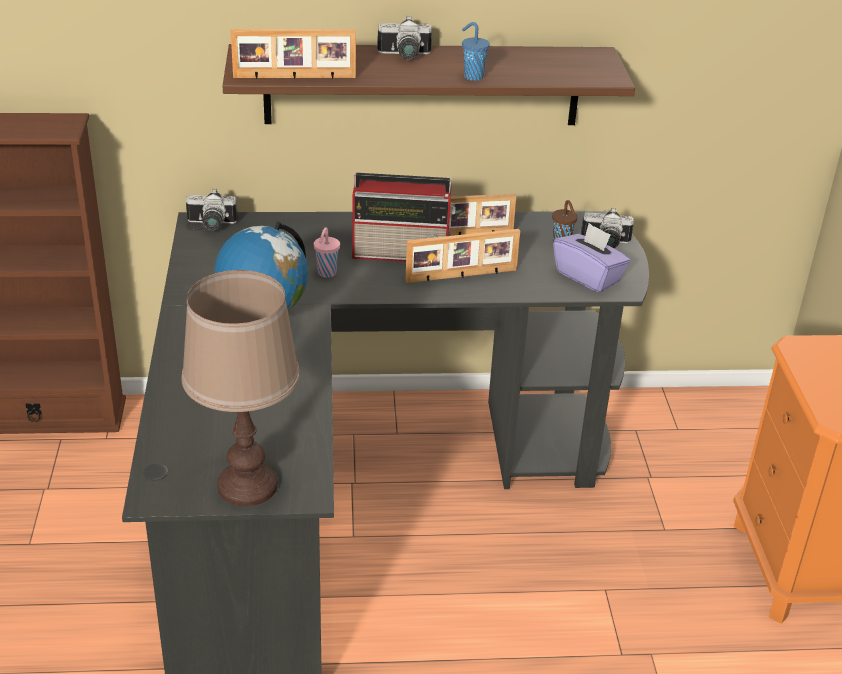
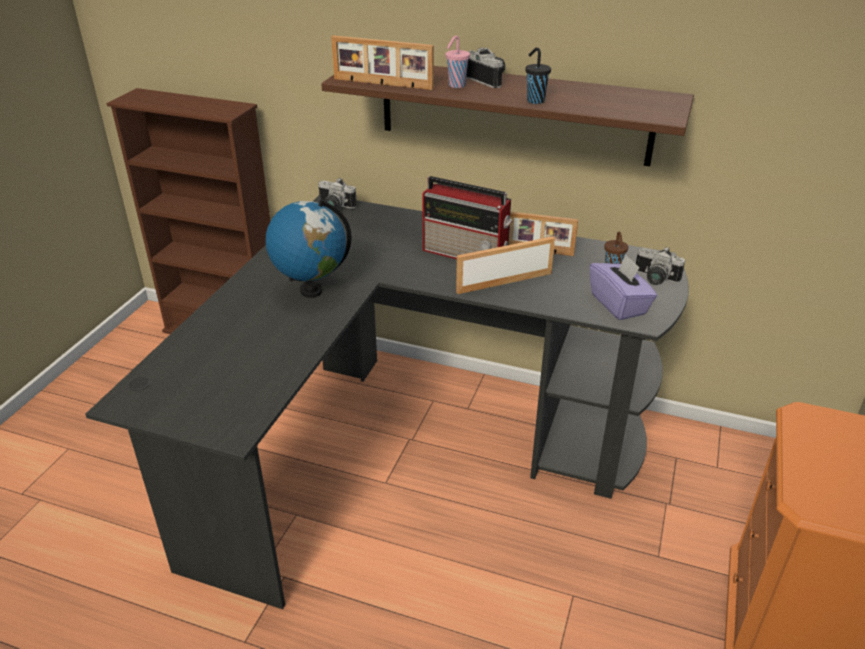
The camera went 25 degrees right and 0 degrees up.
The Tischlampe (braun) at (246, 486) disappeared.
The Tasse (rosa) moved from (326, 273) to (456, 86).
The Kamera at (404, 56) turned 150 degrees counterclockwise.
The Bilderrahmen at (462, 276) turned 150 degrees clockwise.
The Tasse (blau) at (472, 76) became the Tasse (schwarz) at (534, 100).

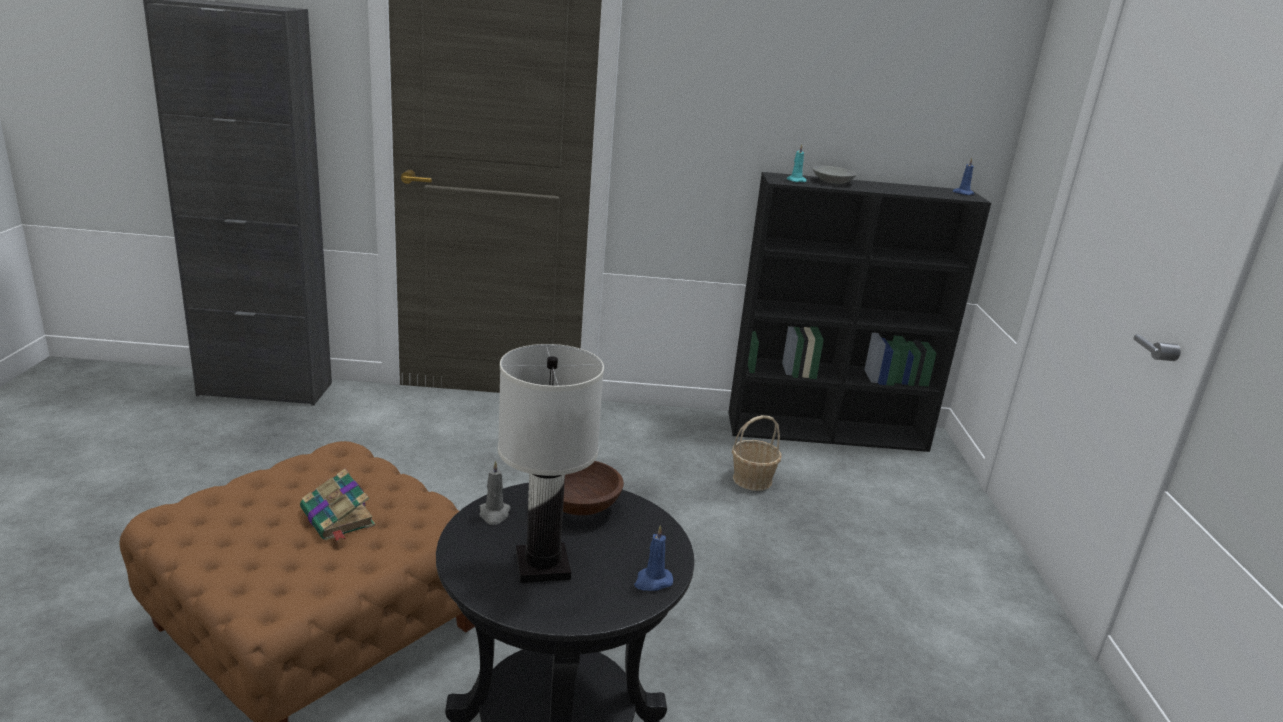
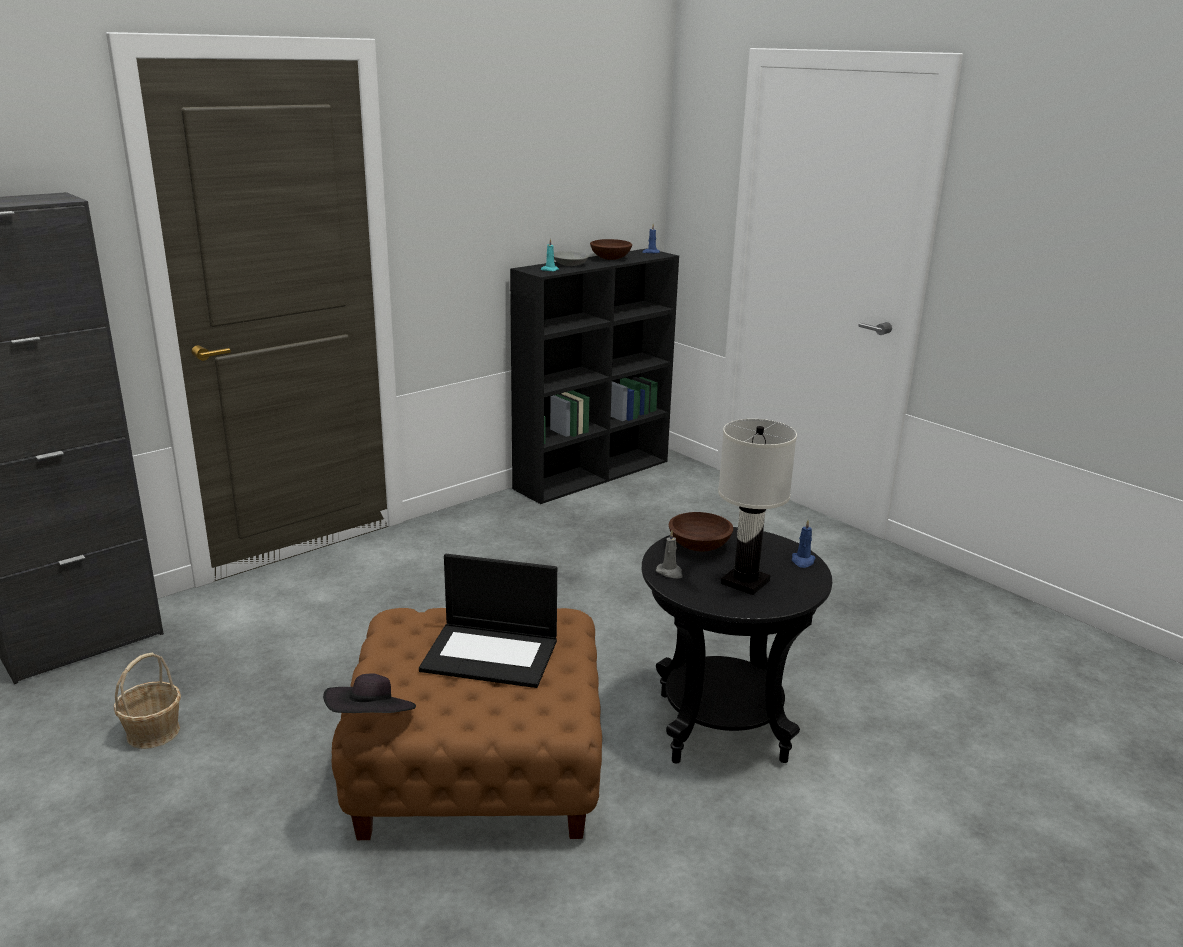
The camera went 40 degrees left and 0 degrees up.
The Buch at (338, 518) was replaced by the Laptop at (492, 654).
The Korb moved from (752, 480) to (154, 732).
The Hut (schwarz) at (372, 721) appeared.
The Schüssel (braun) at (610, 258) appeared.

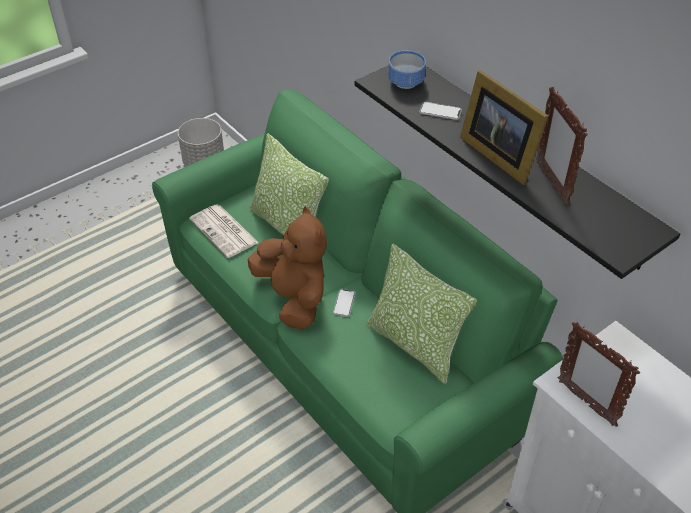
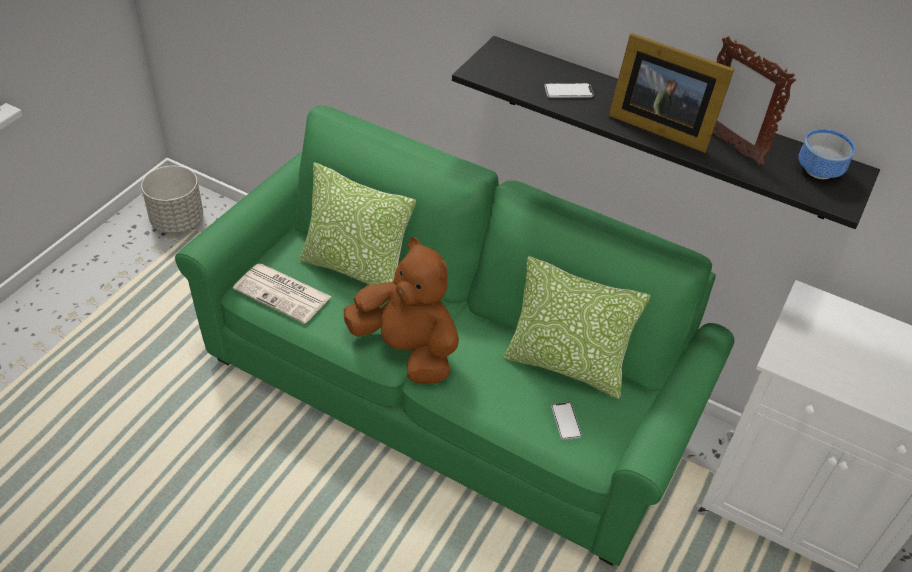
The camera went 25 degrees left and 0 degrees up.
The Handy moved from (344, 303) to (566, 421).
The Schüssel moved from (406, 83) to (820, 171).
The Bilderrahmen at (585, 402) disappeared.

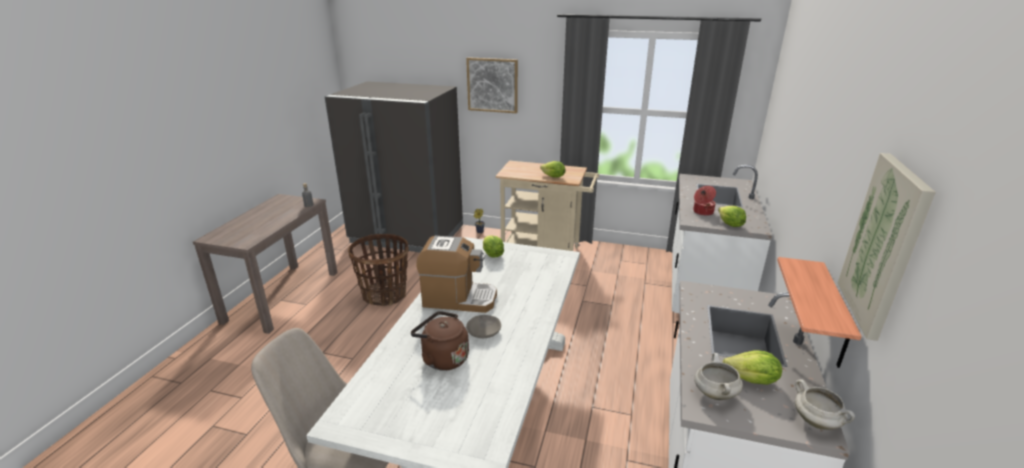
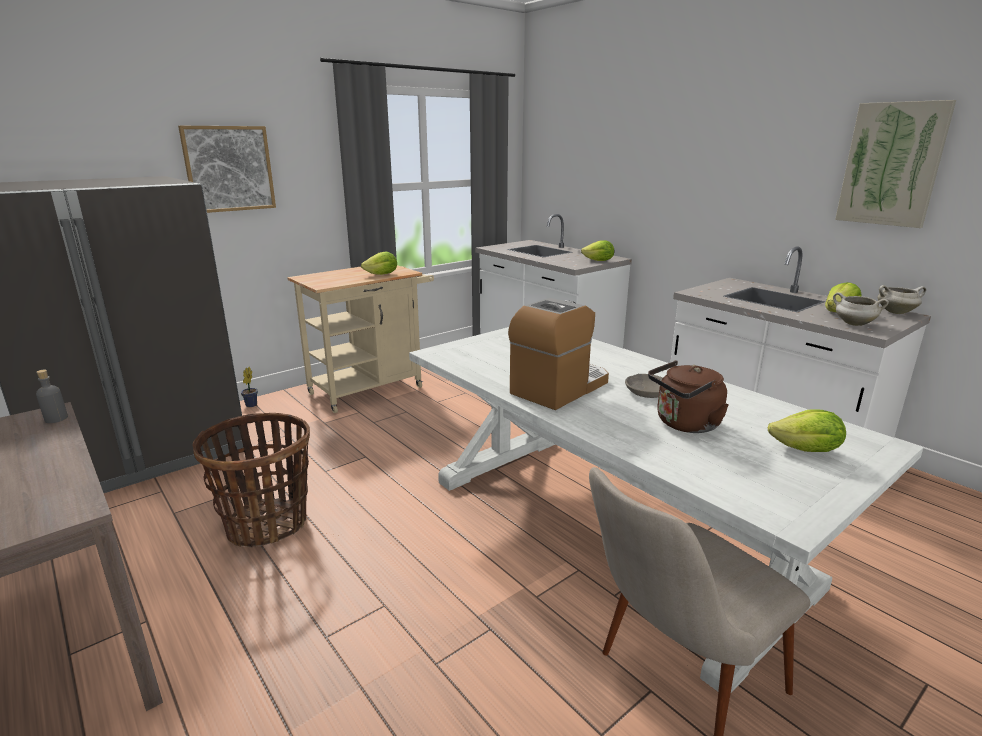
The camera went 55 degrees left and 5 degrees down.
The Salatkopf moved from (492, 255) to (806, 450).
The Kochtopf at (702, 212) disappeared.
The Wandregal at (833, 316) disappeared.

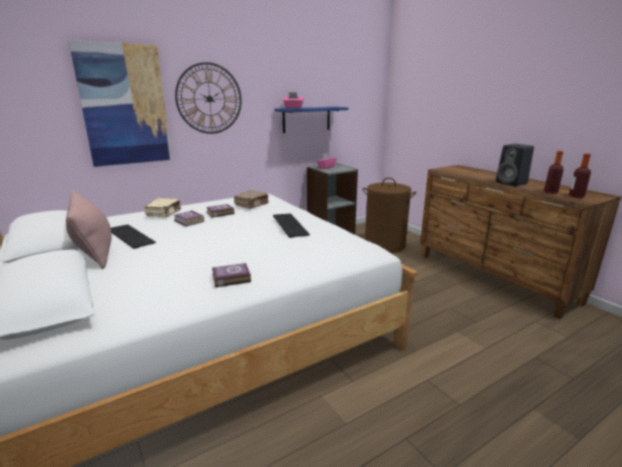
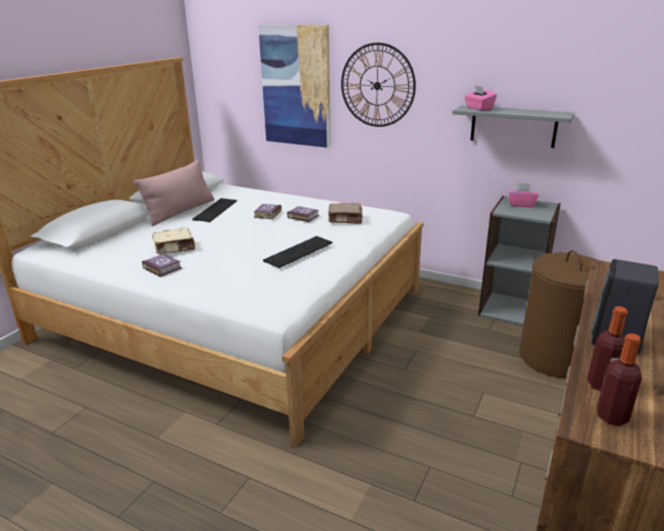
The camera went 60 degrees right and 5 degrees up.
The Buch (beige) moved from (164, 213) to (175, 248).
The Wandregal (blau) at (306, 119) became the Wandregal (grau) at (513, 126).

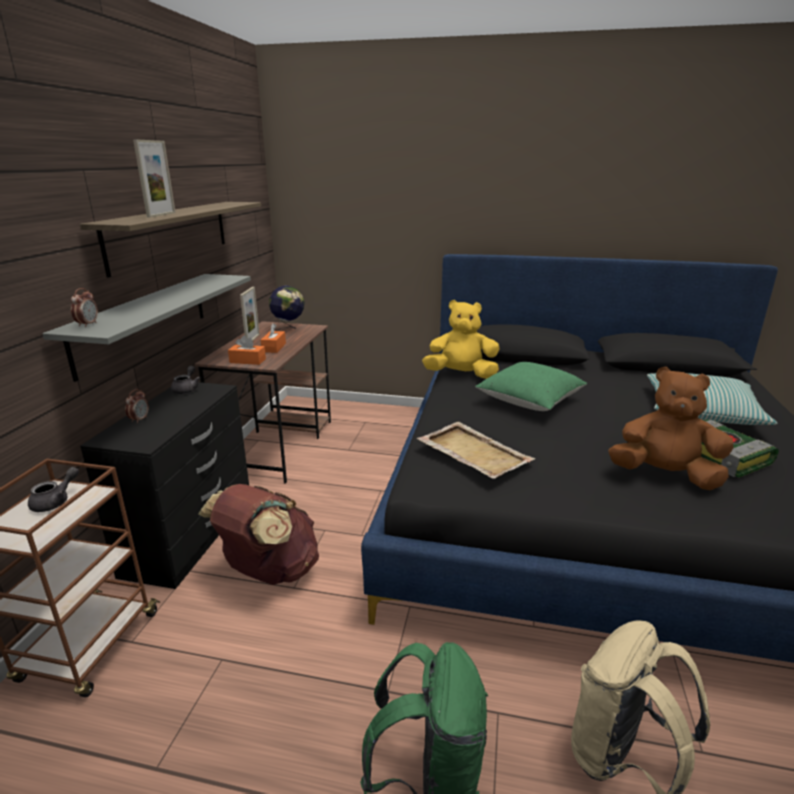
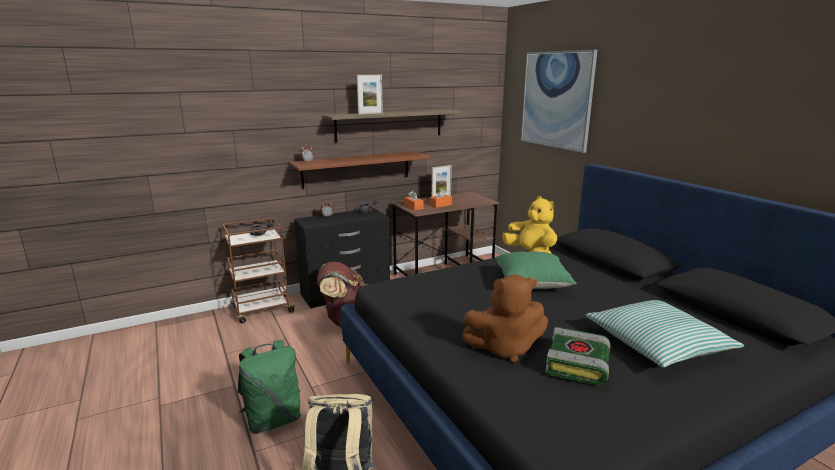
The camera went 50 degrees right and 5 degrees down.
The Wandregal (grau) at (144, 321) became the Wandregal (braun) at (356, 169).
The Globus at (289, 329) disappeared.
The Tablett (beige) at (473, 452) disappeared.
The Plüschtier (braun) at (664, 475) turned 105 degrees clockwise.
The Bild at (556, 100) appeared.

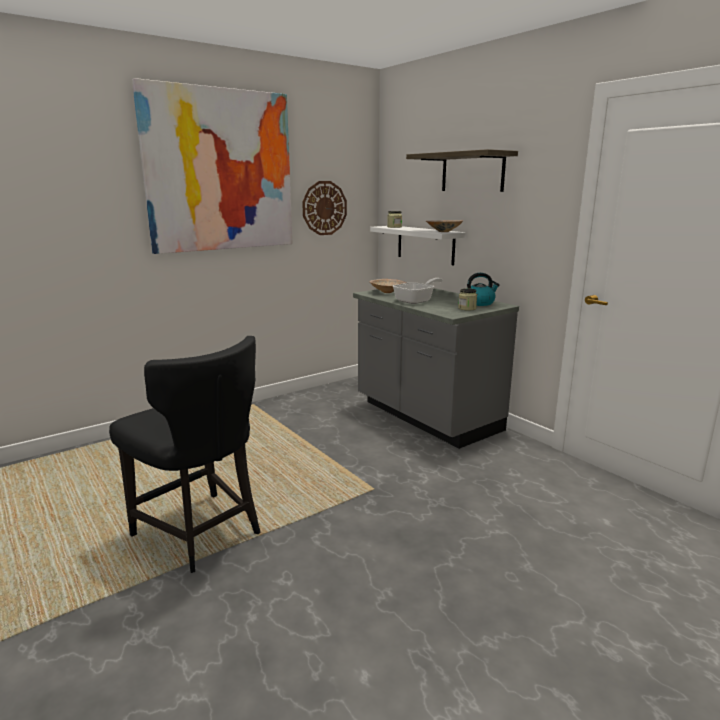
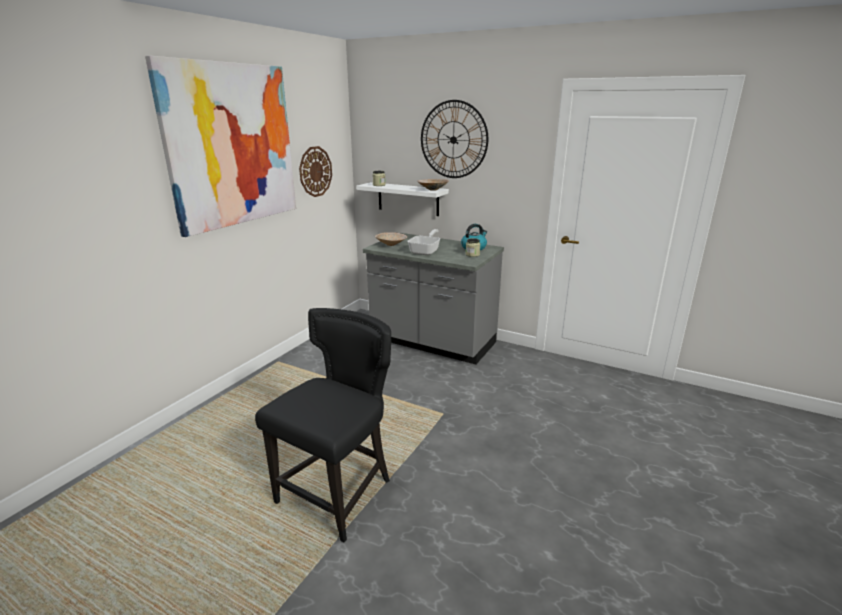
The camera went 25 degrees left and 5 degrees up.
The Stuhl (schwarz) at (200, 533) turned 75 degrees counterclockwise.
The Wandregal at (472, 172) was replaced by the Wanduhr at (453, 140).

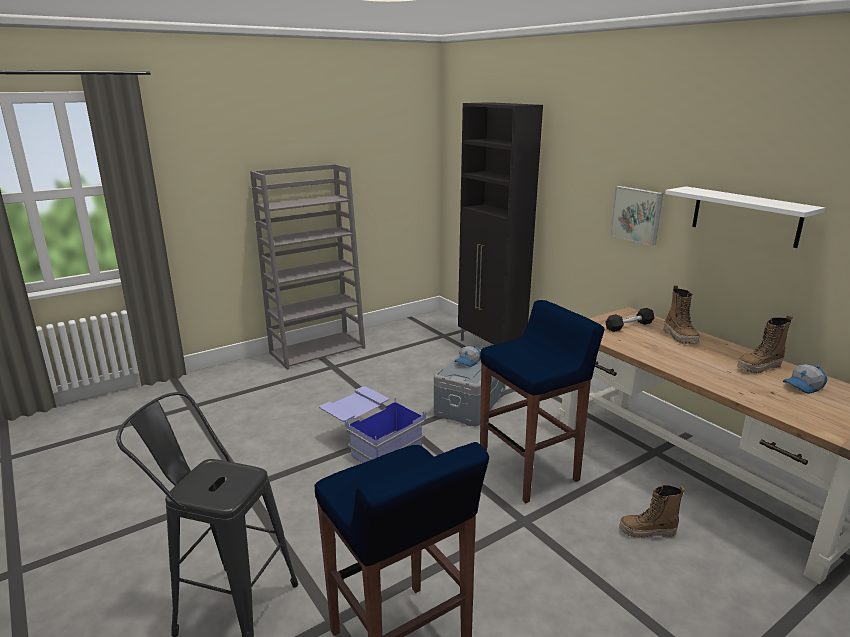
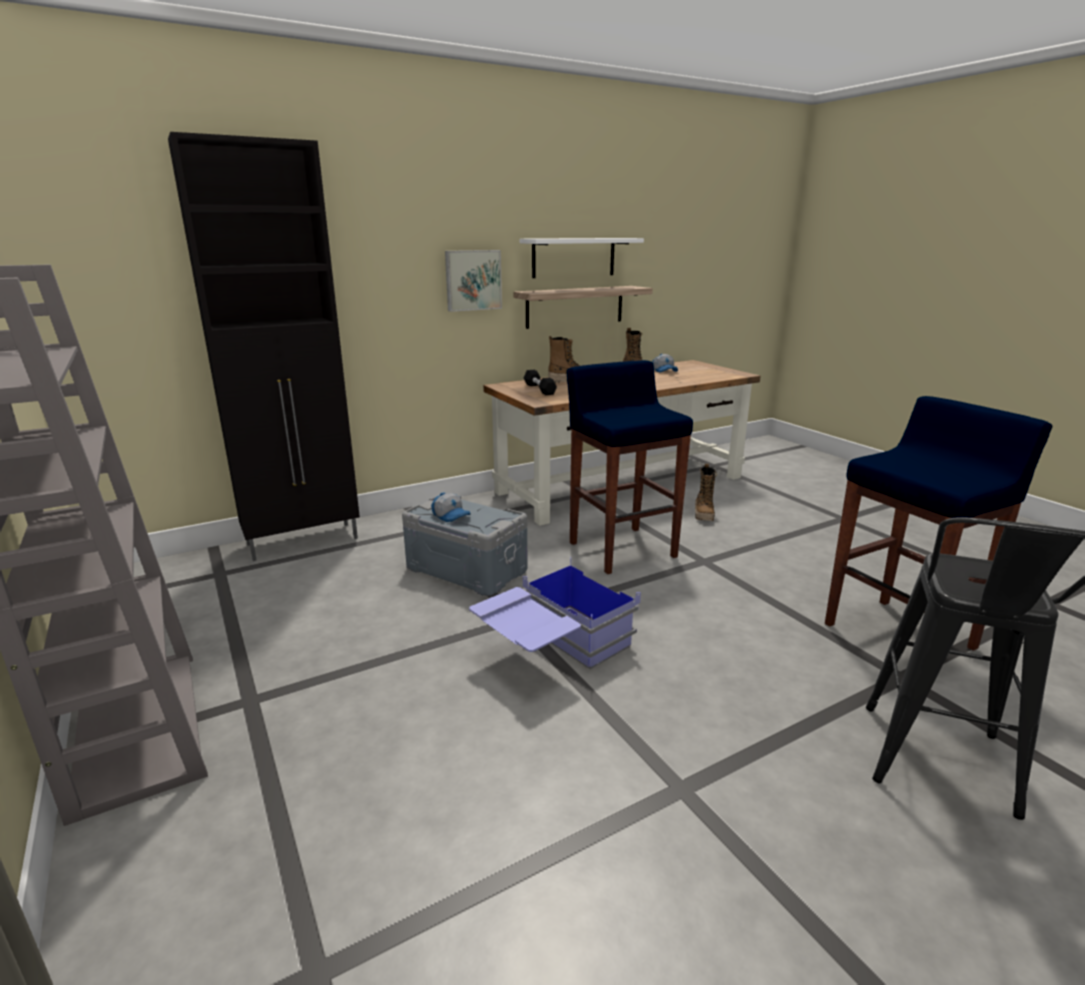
The camera went 85 degrees left and 0 degrees up.
The Wandregal at (575, 306) appeared.

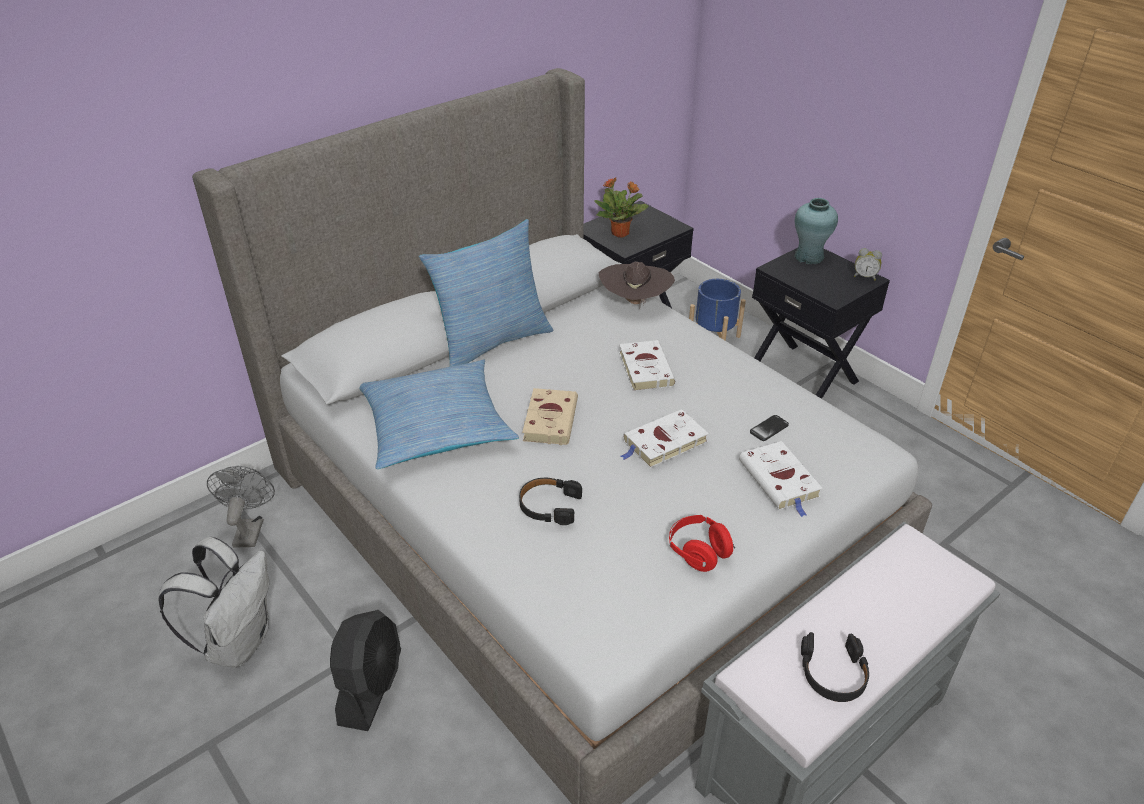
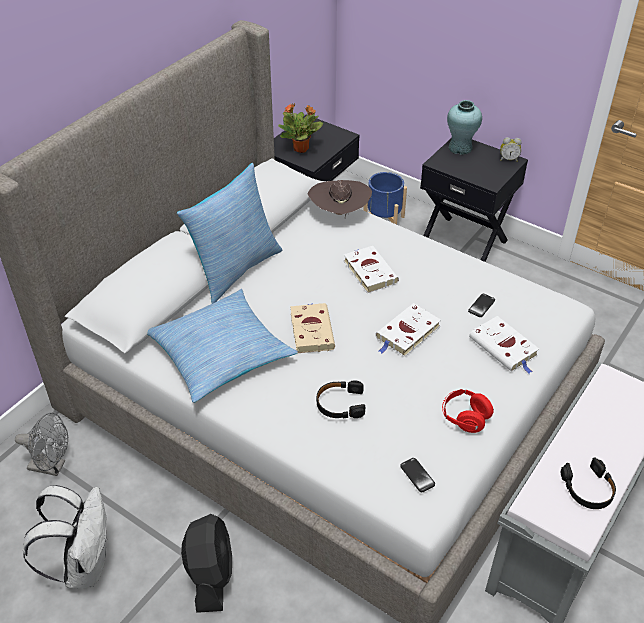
The camera went 15 degrees left and 5 degrees up.
The Ventilator (grau) at (249, 529) turned 120 degrees clockwise.
The Handy at (417, 475) appeared.

